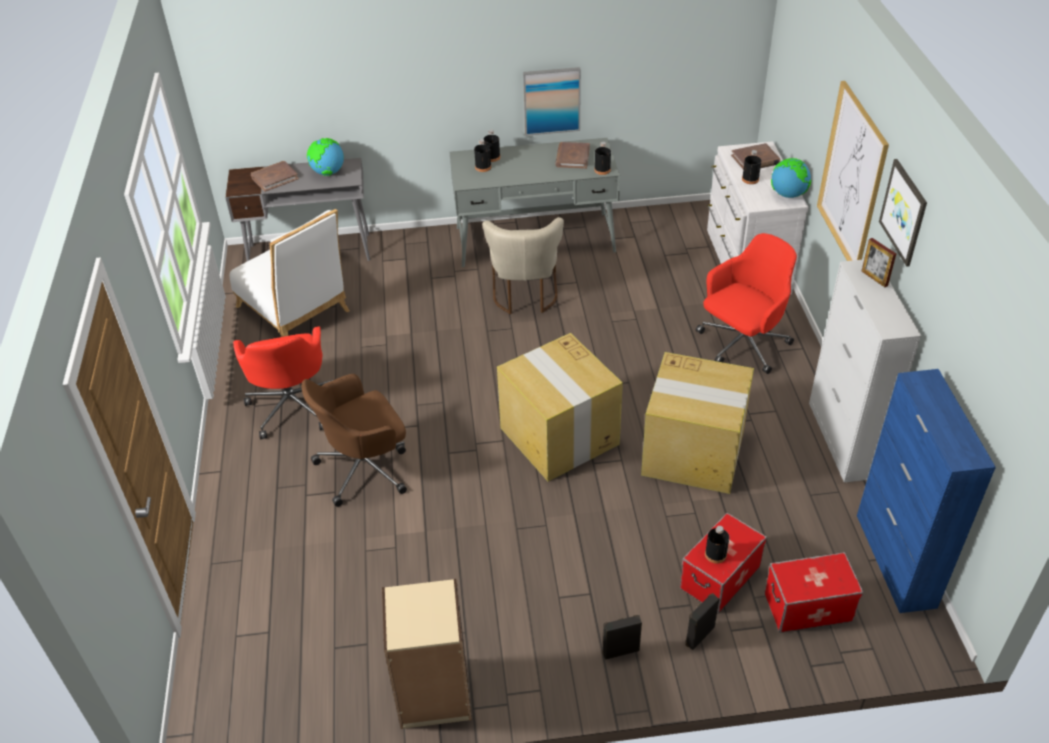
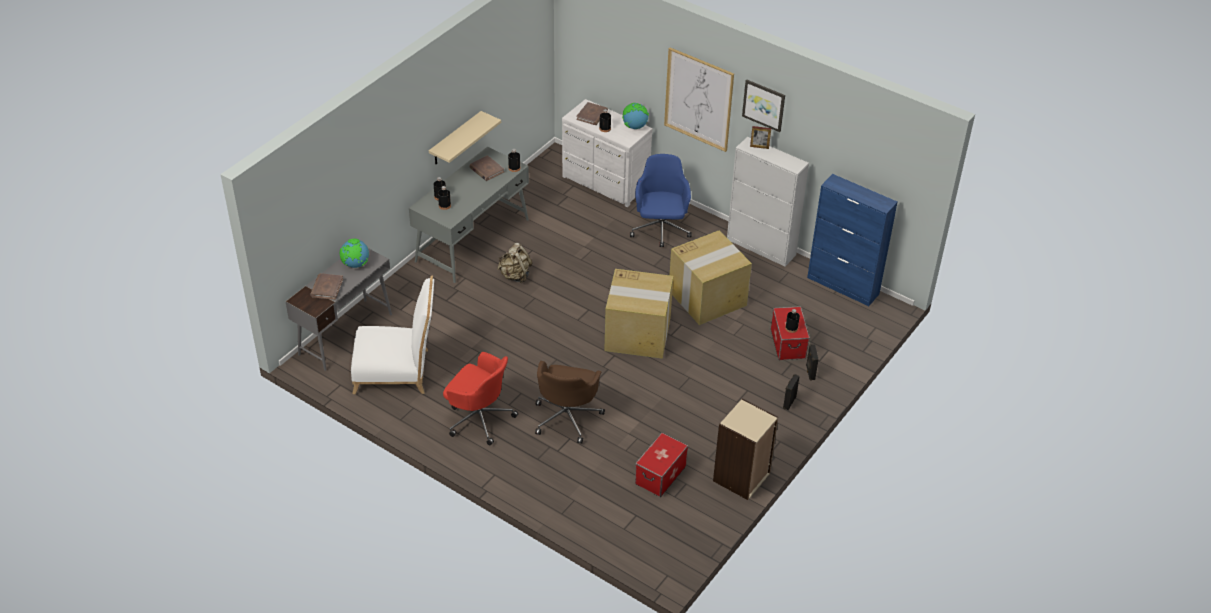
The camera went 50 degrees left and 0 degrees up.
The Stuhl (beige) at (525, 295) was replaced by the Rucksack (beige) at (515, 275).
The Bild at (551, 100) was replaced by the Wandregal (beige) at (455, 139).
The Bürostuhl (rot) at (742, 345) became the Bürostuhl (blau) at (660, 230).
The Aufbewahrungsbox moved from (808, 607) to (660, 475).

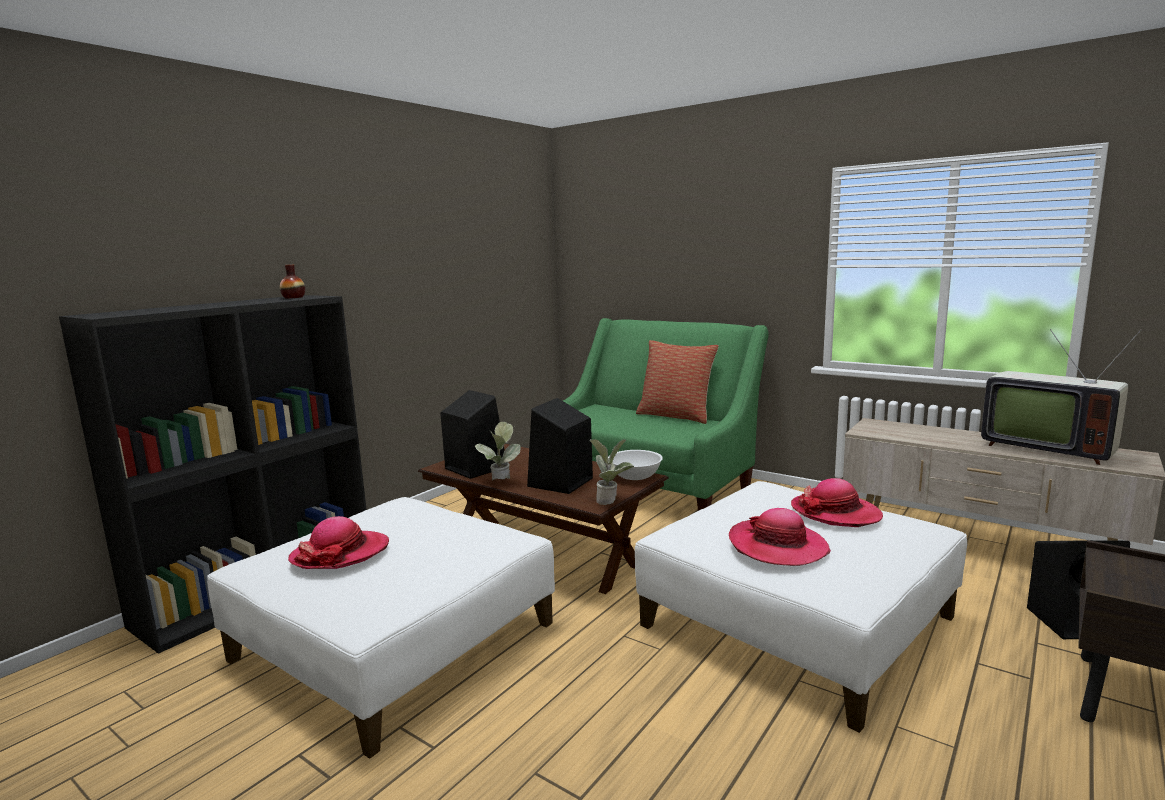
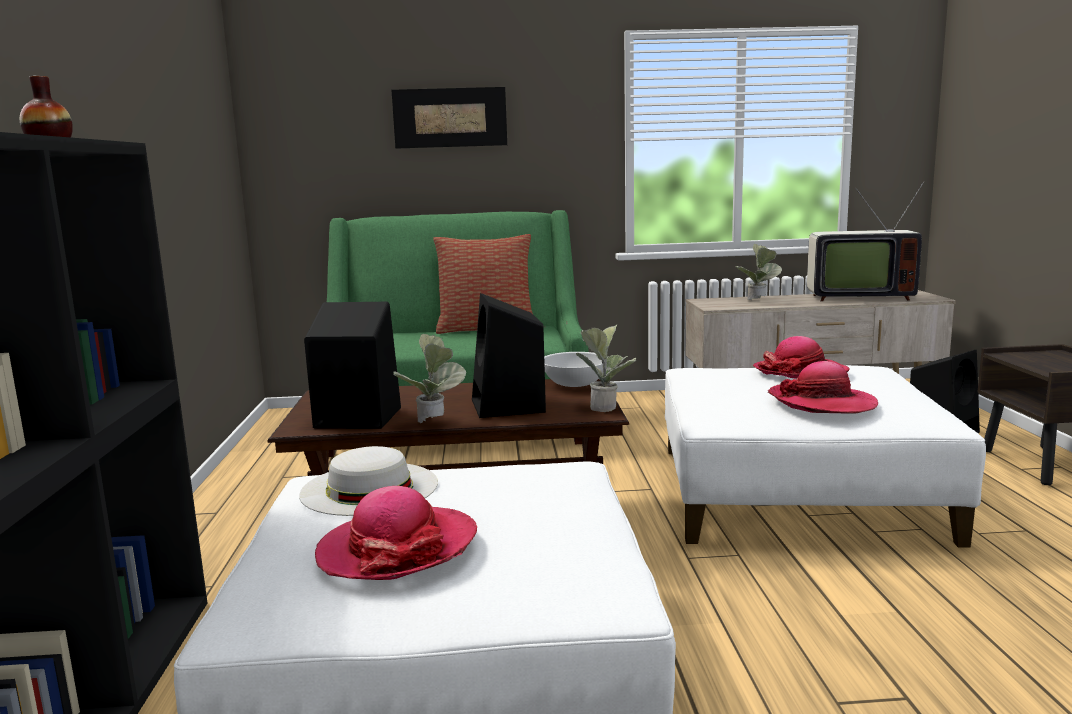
The camera went 40 degrees left and 0 degrees up.
The Hut (weiß) at (369, 488) appeared.
The Bild at (450, 117) appeared.
The Topfpflanze at (758, 300) appeared.

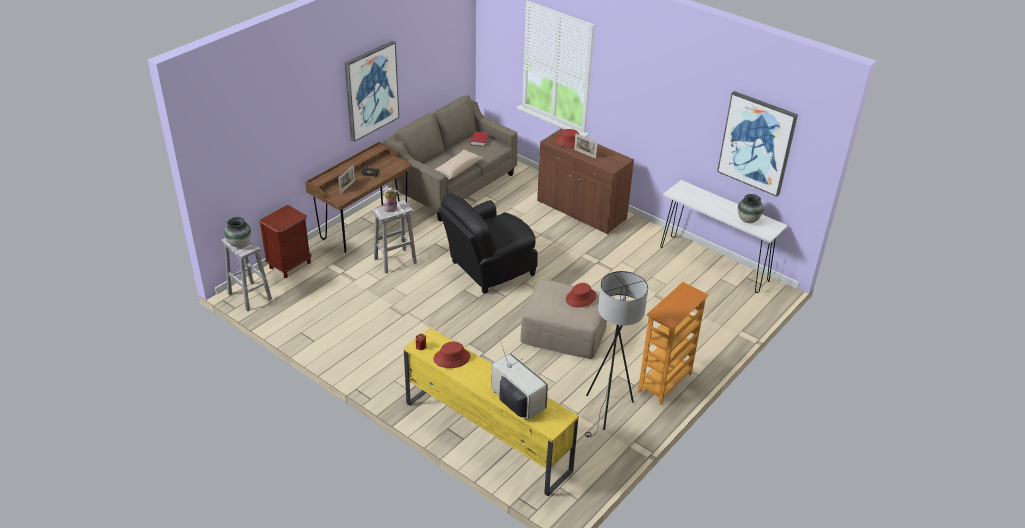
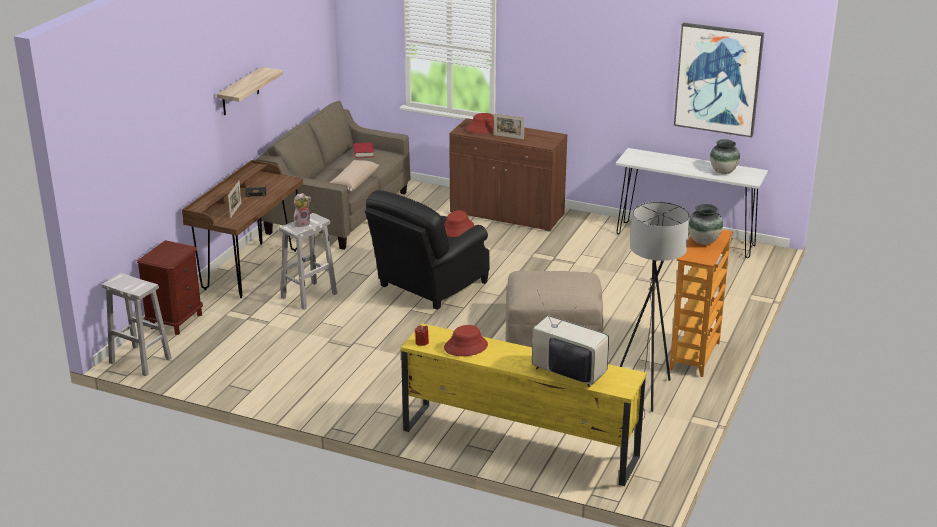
The camera went 15 degrees left and 10 degrees down.
The Vase moved from (240, 244) to (704, 241).
The Bild at (371, 90) was replaced by the Wandregal at (240, 92).
The Hut (rot) moved from (581, 298) to (457, 229).

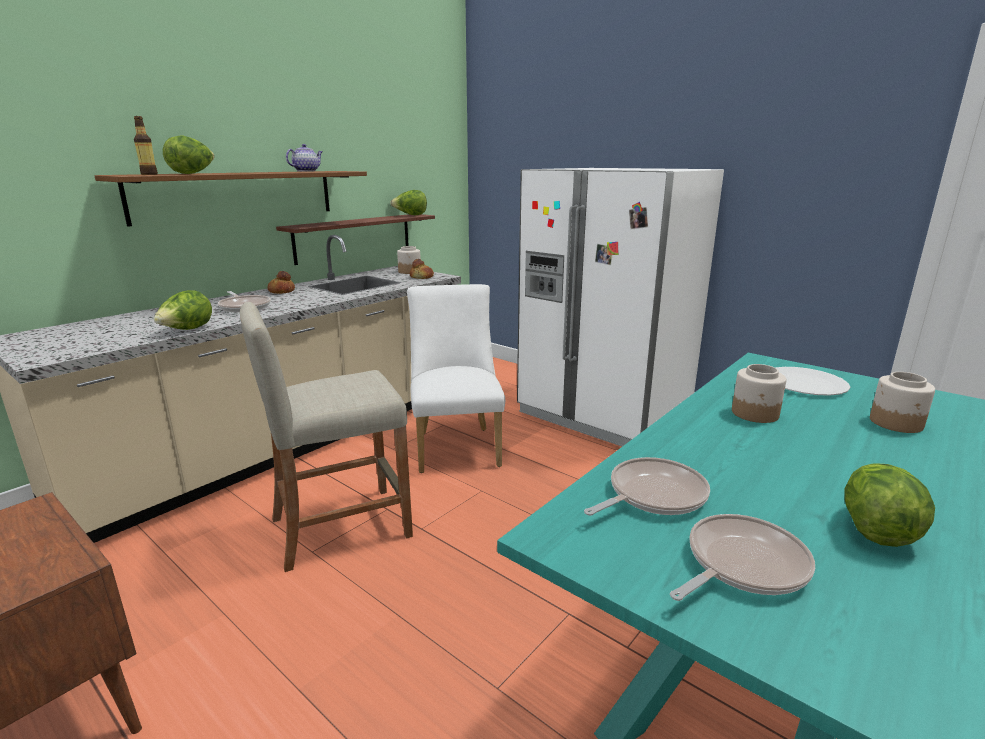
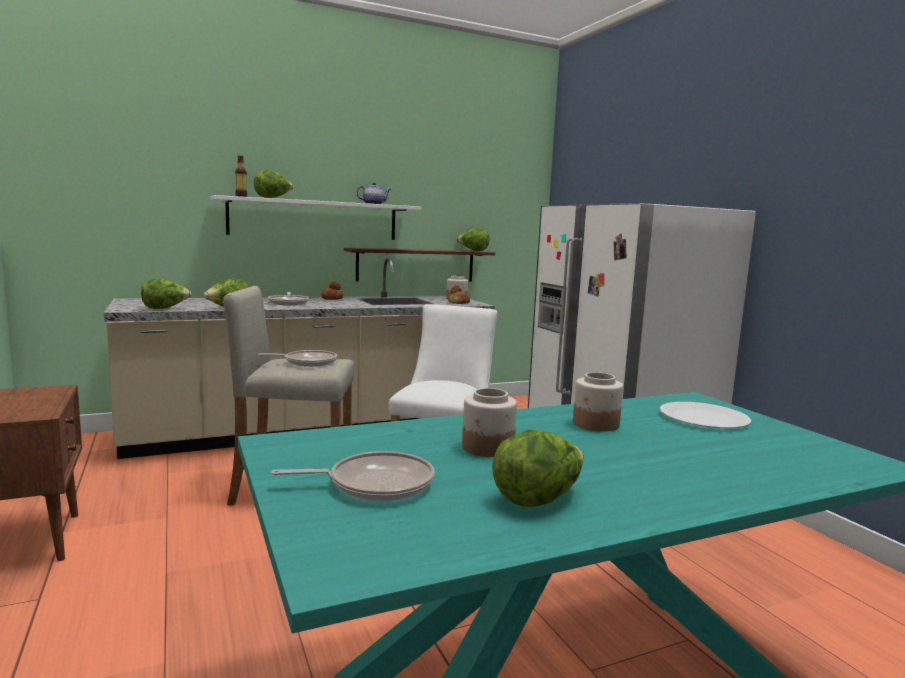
The camera went 25 degrees right and 10 degrees down.
The Wandregal (braun) at (237, 195) became the Wandregal (weiß) at (314, 219).
The Pfanne moved from (652, 495) to (307, 362).
The Vorratsglas moved from (896, 423) to (488, 448).
The Salatkopf at (165, 309) appeared.

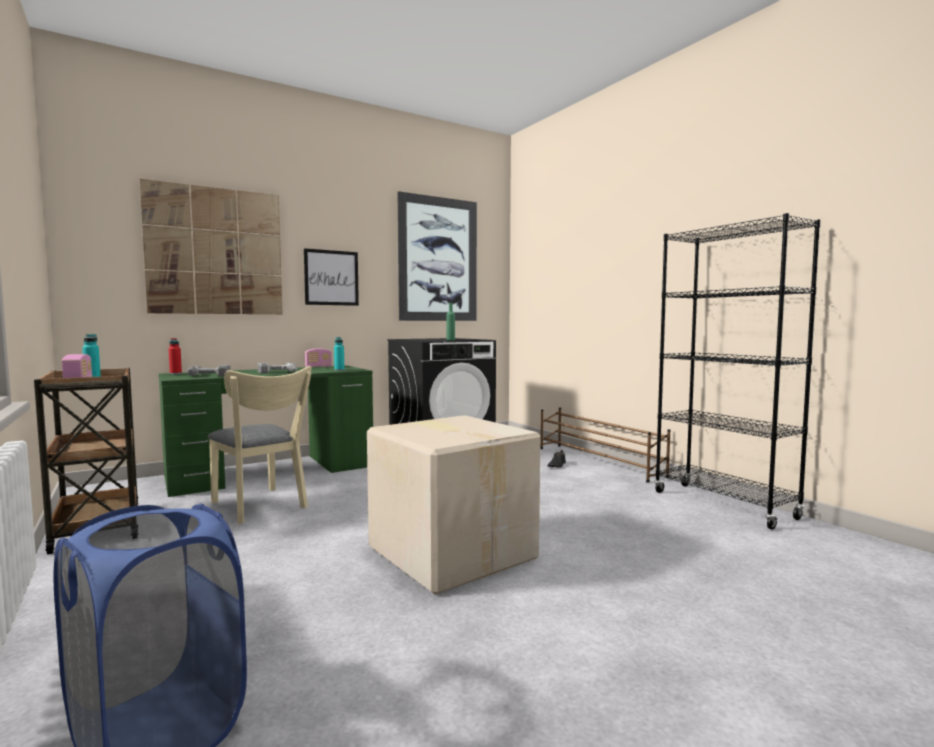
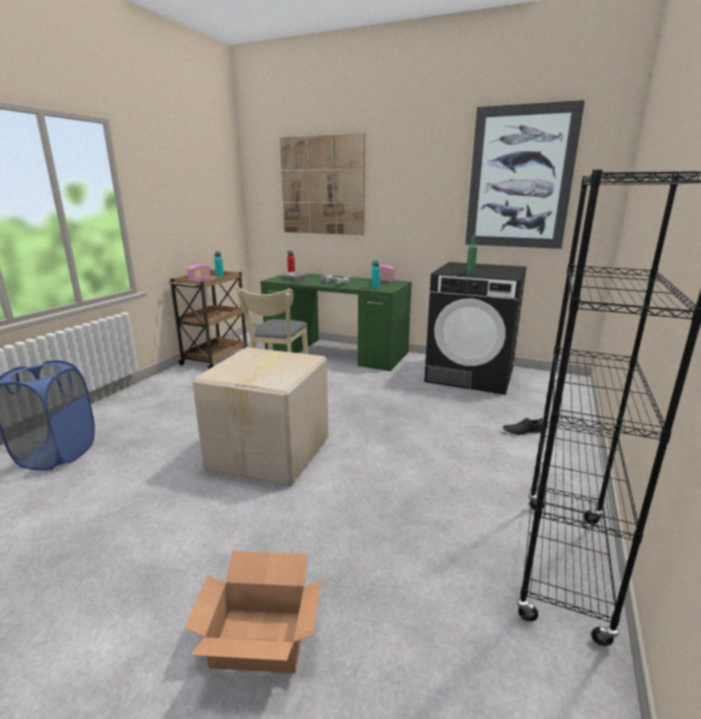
The camera went 55 degrees right and 15 degrees up.
The Bild at (331, 278) disappeared.
The Schuhregal (braun) at (598, 462) disappeared.
The Karton at (259, 638) appeared.

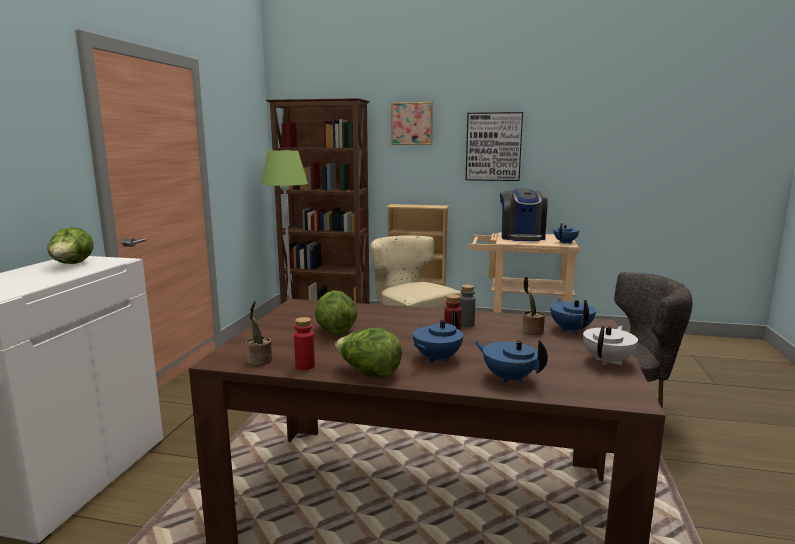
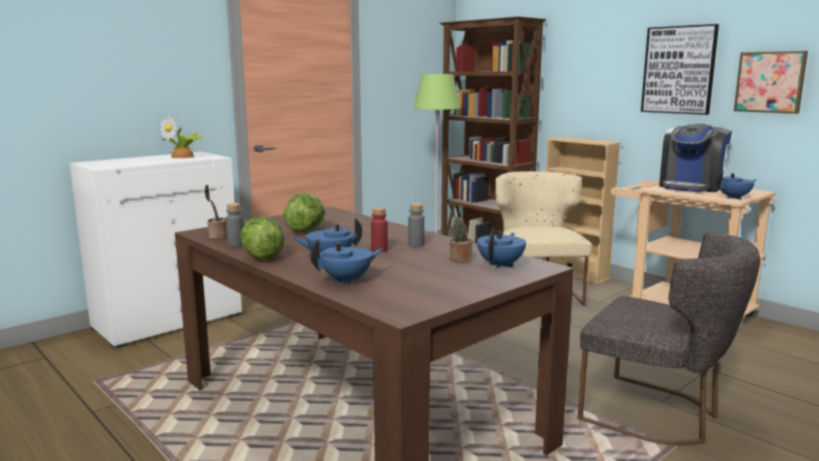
The camera went 35 degrees right and 0 degrees up.
The Salatkopf at (72, 265) was replaced by the Topfpflanze at (184, 156).
The Flasche (rot) at (305, 366) became the Flasche (grau) at (235, 244).
The Bild moved from (412, 123) to (770, 82).
The Teekanne (blau) at (508, 378) turned 75 degrees clockwise.
The Teekanne (weiß) at (608, 361) disappeared.

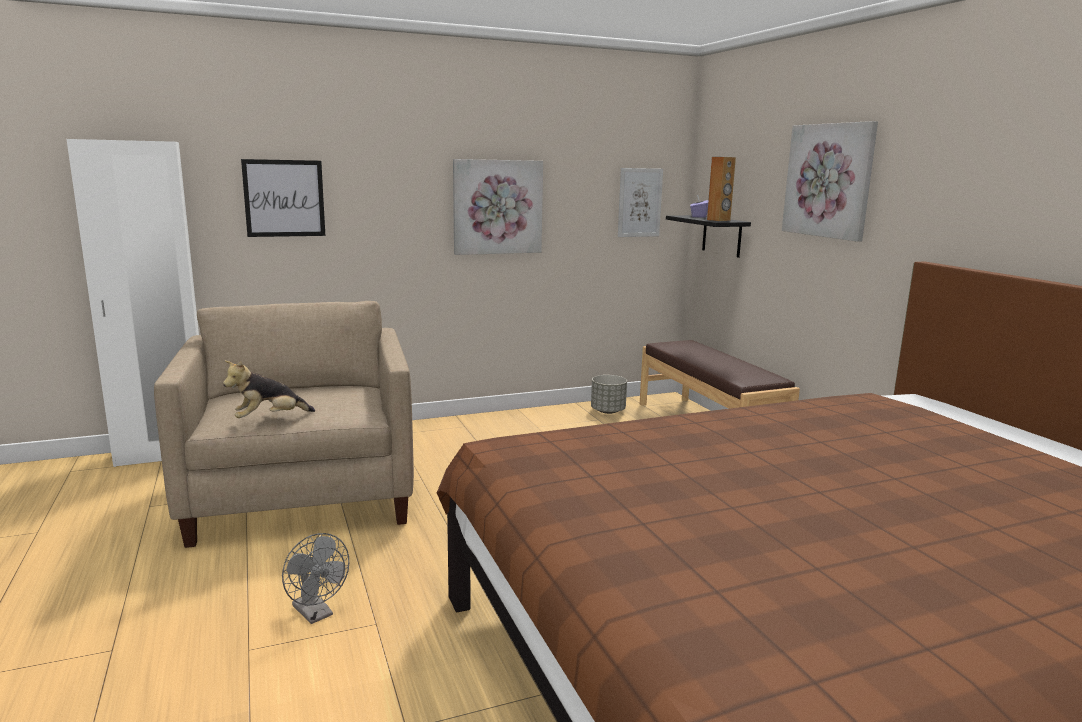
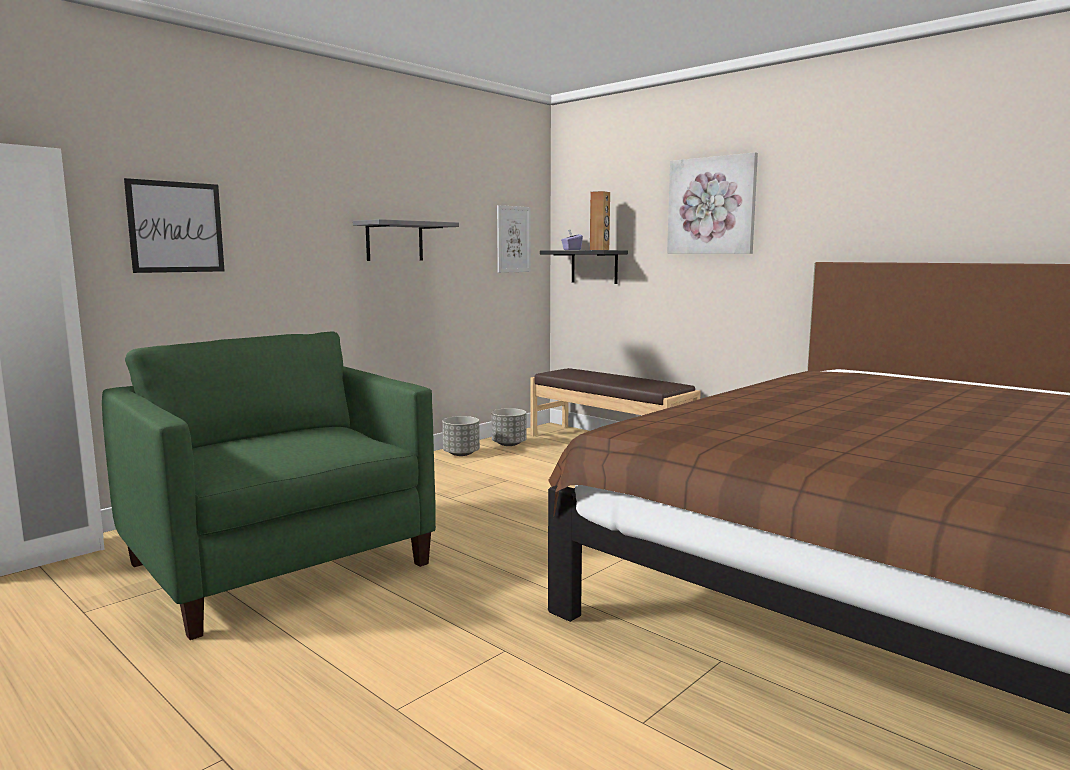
The camera went 25 degrees left and 5 degrees down.
The Sessel (beige) at (303, 497) became the Sessel (grün) at (280, 564).
The Plüschtier at (269, 419) disappeared.
The Ventilator (grau) at (316, 614) disappeared.
The Bild at (497, 207) was replaced by the Wandregal (grau) at (394, 241).
The Pflanzkübel (grau) at (461, 454) appeared.

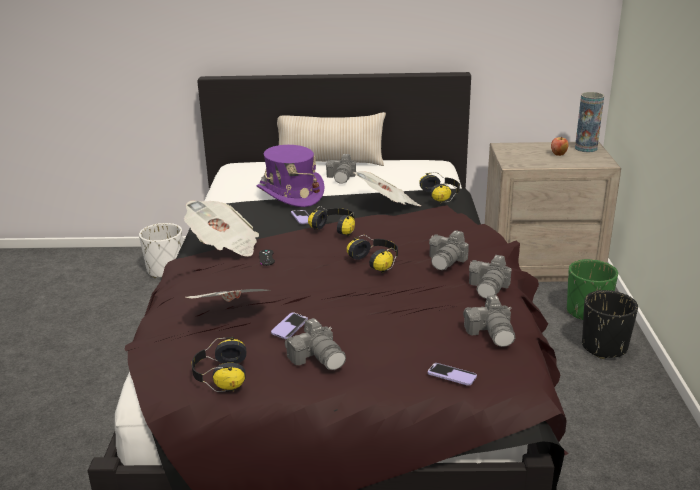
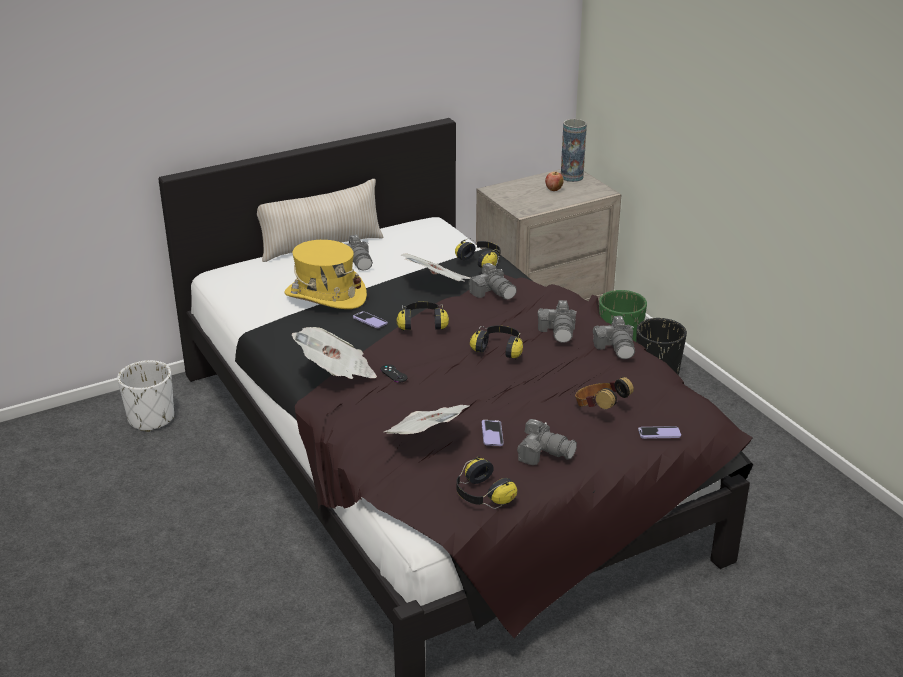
The camera went 30 degrees left and 5 degrees up.
The Hut (lila) at (290, 194) became the Hut (gelb) at (325, 296).
The Kamera moved from (492, 333) to (493, 292).
The Kopfhörer at (599, 409) appeared.

